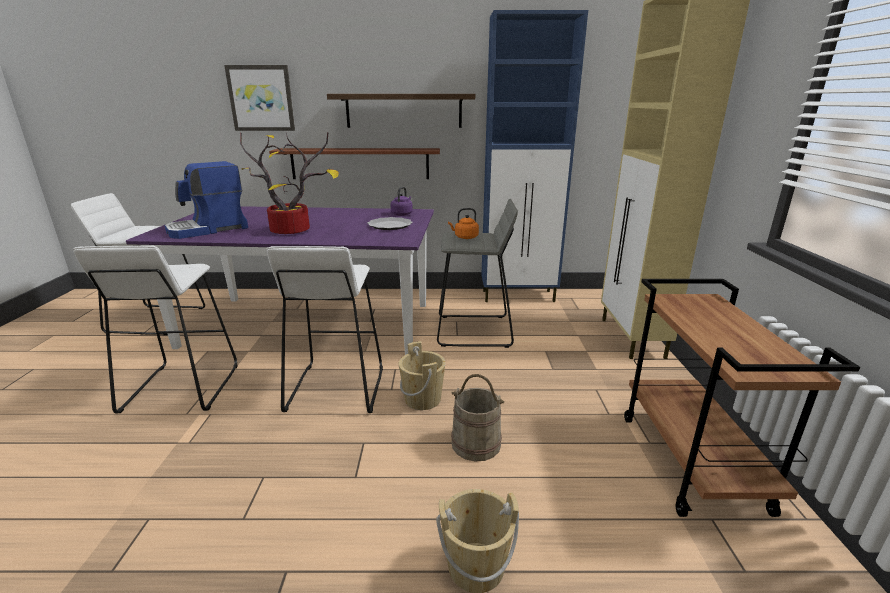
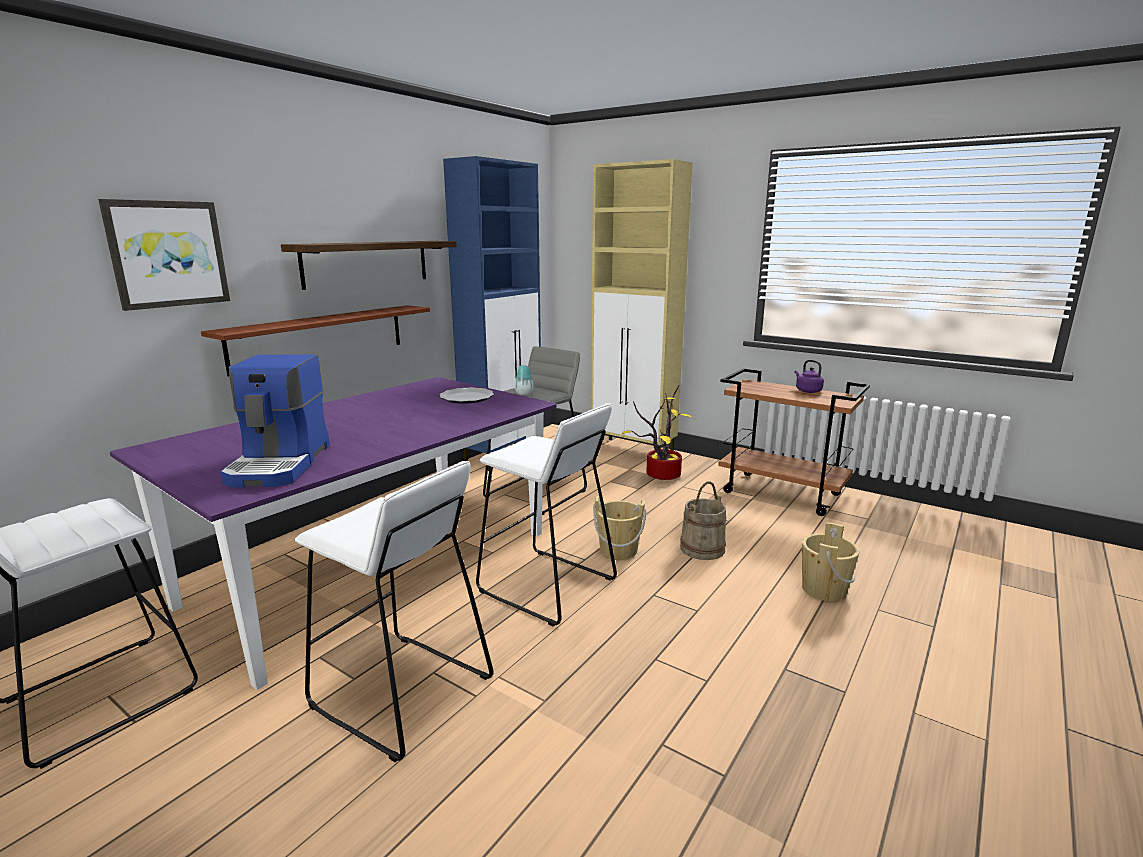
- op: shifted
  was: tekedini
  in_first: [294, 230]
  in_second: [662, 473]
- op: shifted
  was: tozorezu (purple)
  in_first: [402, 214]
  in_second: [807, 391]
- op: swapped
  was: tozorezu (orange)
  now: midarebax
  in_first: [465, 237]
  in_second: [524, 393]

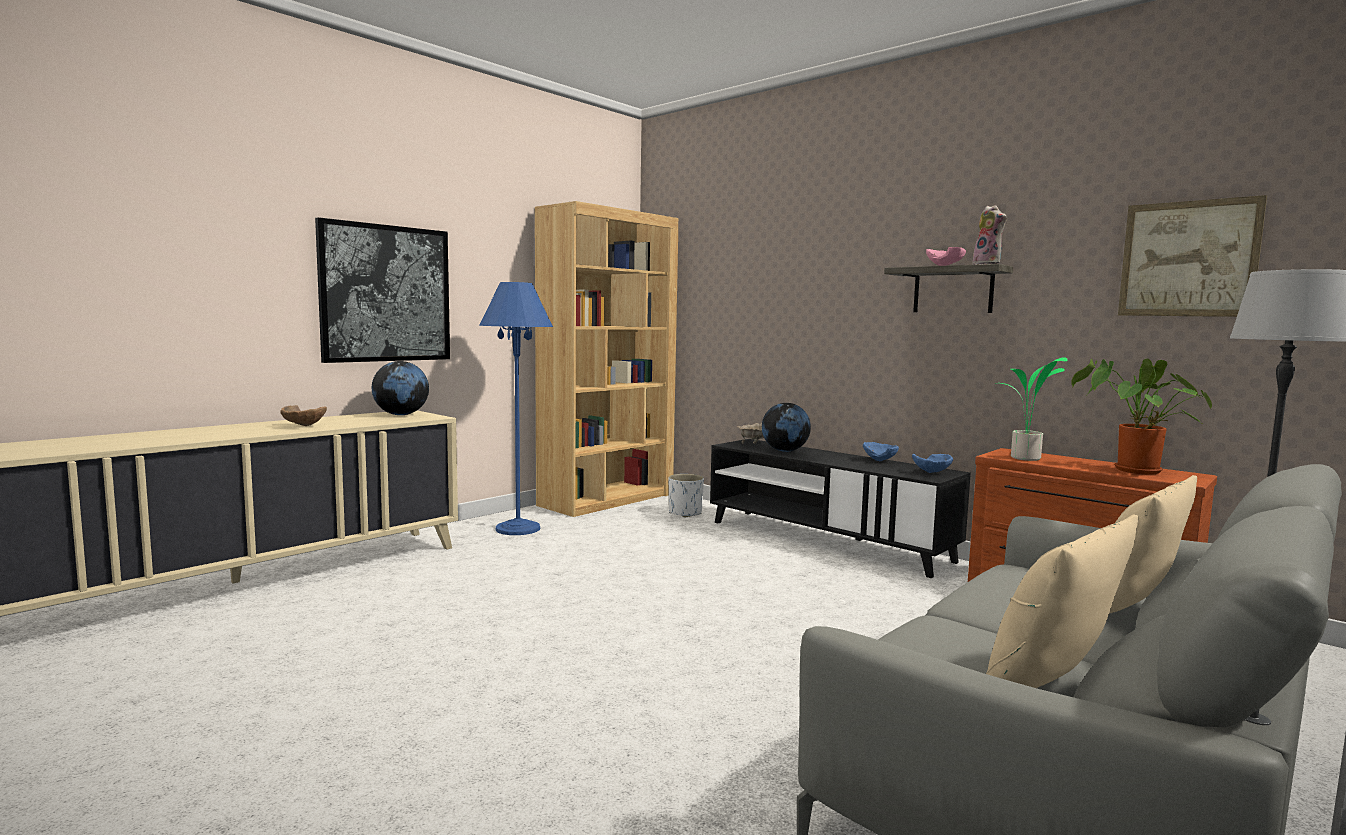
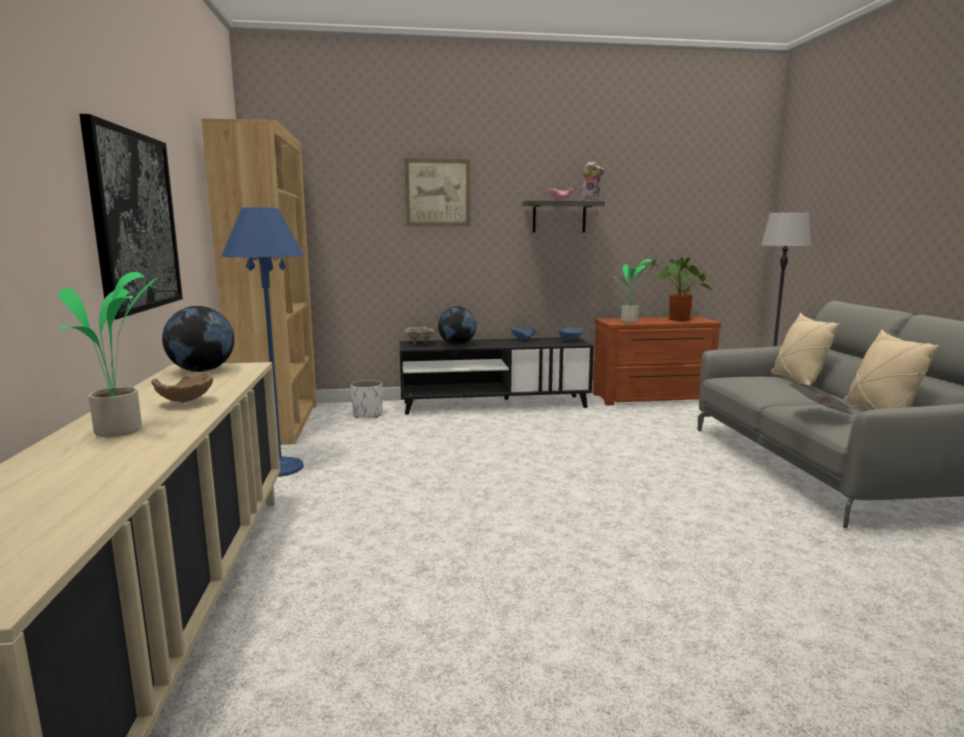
- op: shifted
  was: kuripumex
  in_first: [1188, 259]
  in_second: [437, 192]
- op: new
  now: tekedini
  in_second: [122, 431]
- op: new
  now: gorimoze
  in_second: [821, 415]

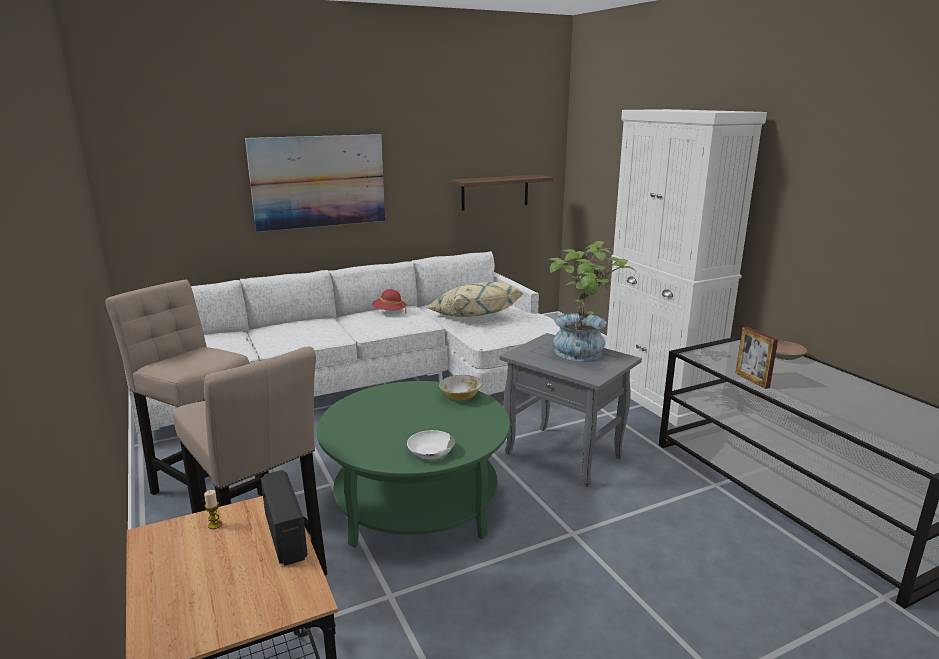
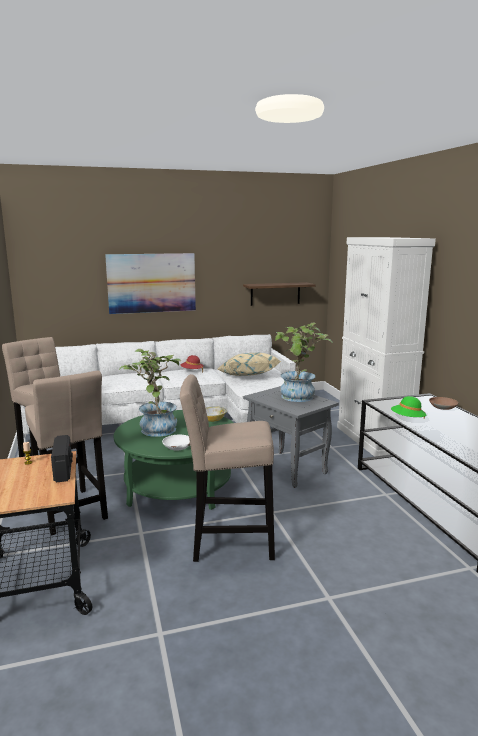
- op: swapped
  was: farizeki
  now: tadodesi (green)
  in_first: [752, 380]
  in_second: [407, 419]
- op: new
  now: tekedini
  in_second: [155, 428]
- op: new
  now: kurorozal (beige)
  in_second: [228, 543]

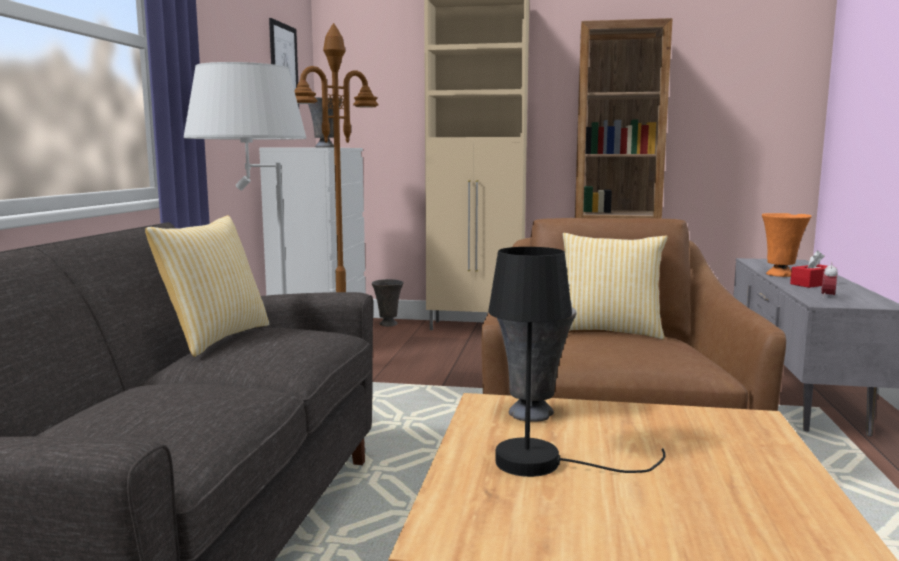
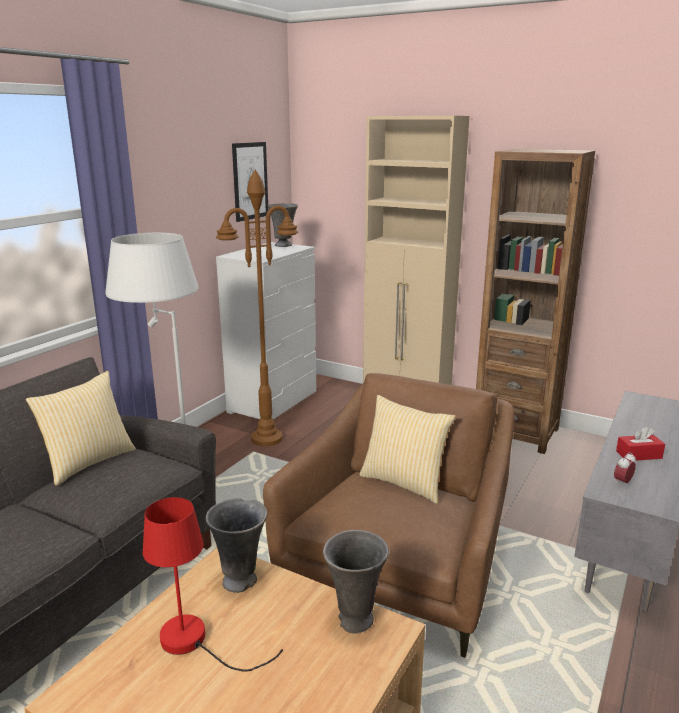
- op: gone
  was: midarebax (orange)
  in_first: [781, 275]
- op: repainted
  was: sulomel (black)
  now: sulomel (red)
  in_first: [547, 463]
  in_second: [195, 642]
- op: shifted
  was: midarebax (grey)
  in_first: [388, 325]
  in_second: [354, 621]

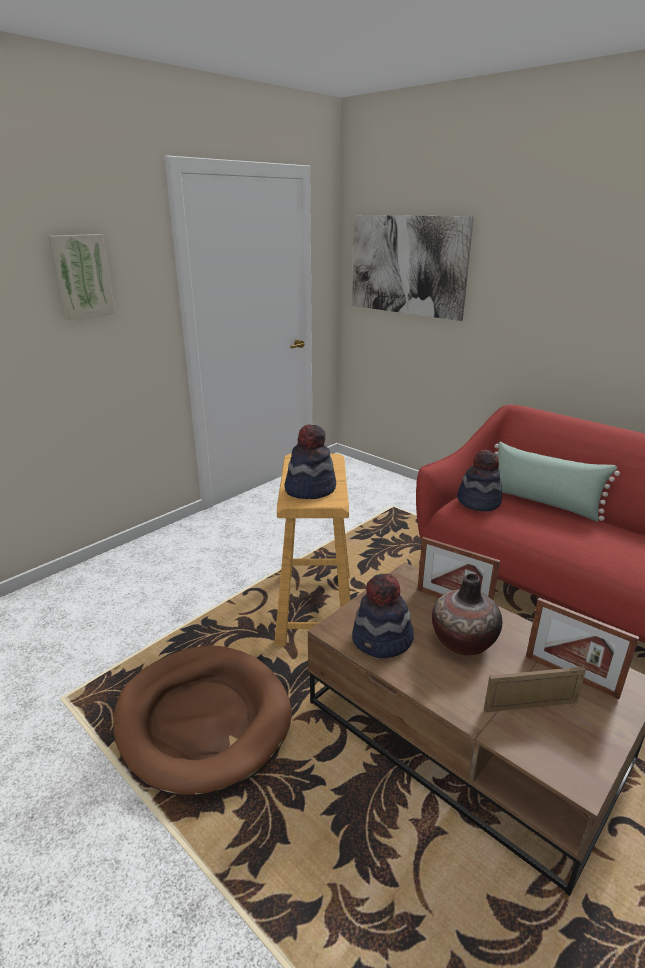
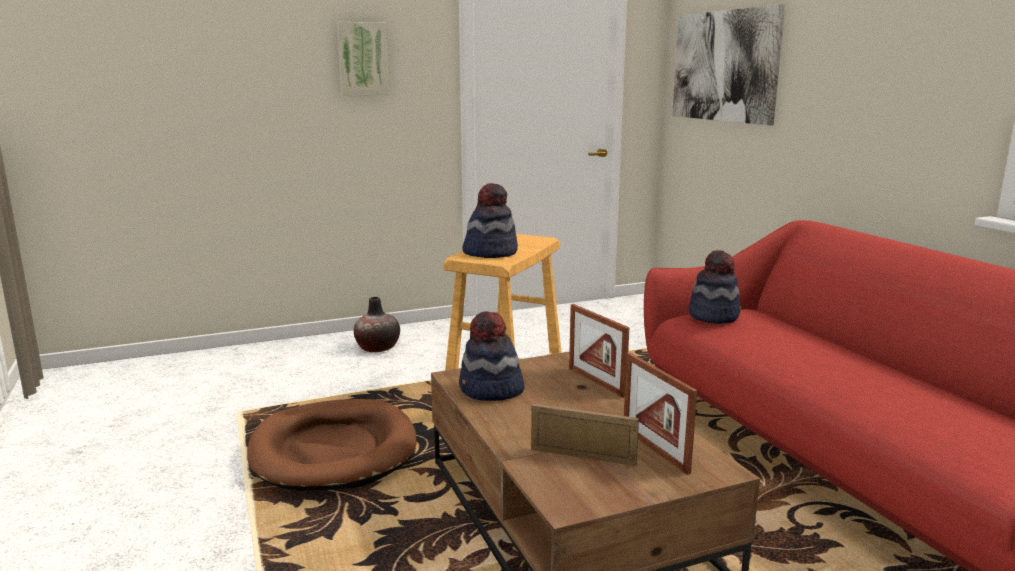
- op: gone
  was: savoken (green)
  in_first: [541, 502]
- op: shifted
  was: midarebax
  in_first: [463, 641]
  in_second: [377, 348]

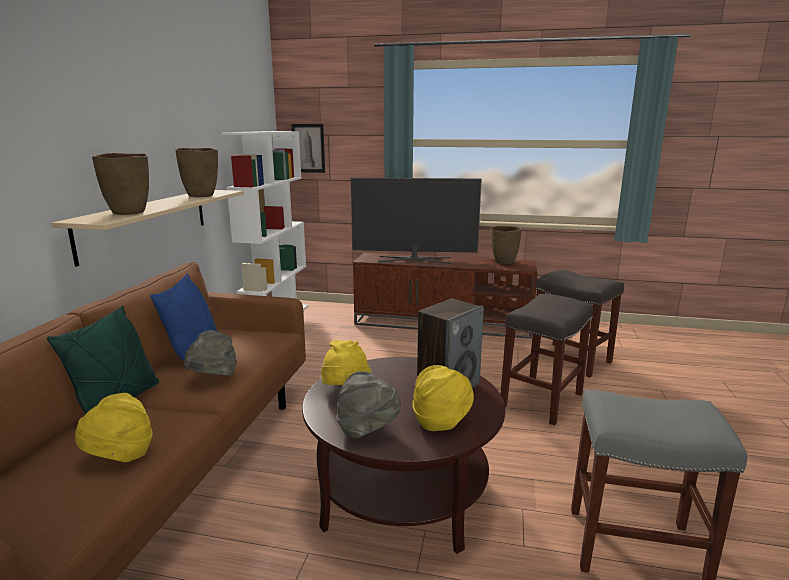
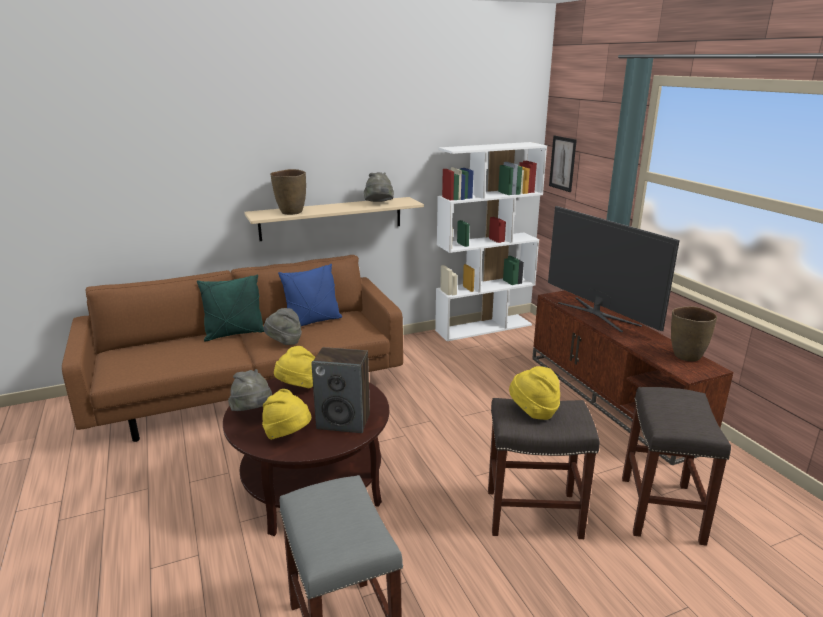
- op: swapped
  was: midarebax (brown)
  now: tadodesi (grey)
  in_first: [201, 195]
  in_second: [379, 204]
- op: shifted
  was: tadodesi (yellow)
  in_first: [120, 456]
  in_second: [533, 412]

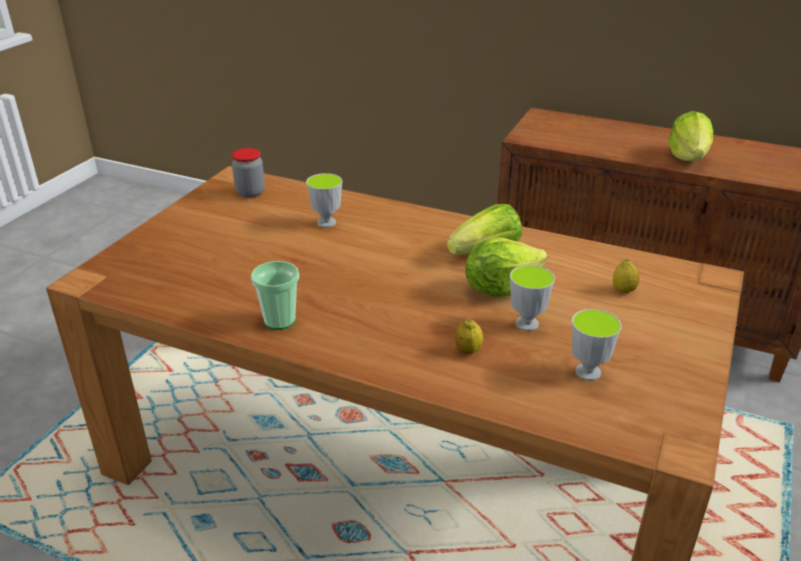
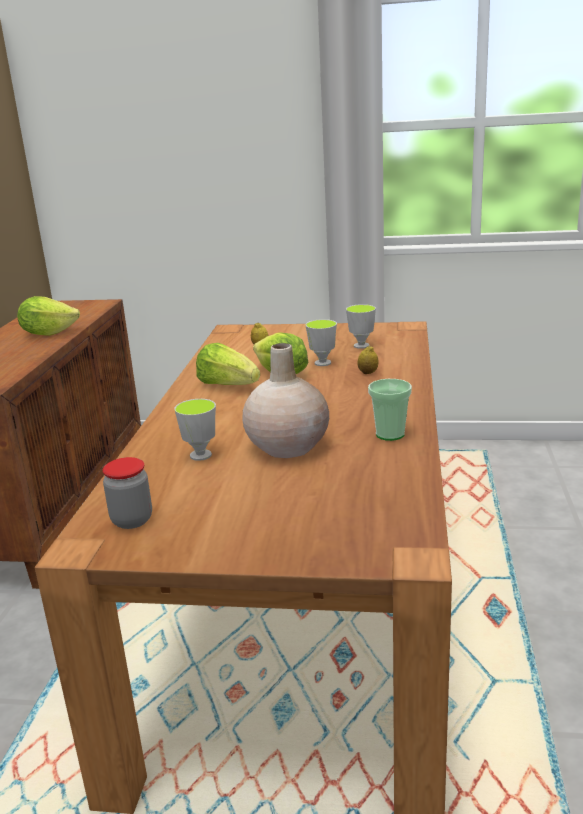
- op: new
  now: midarebax (beige)
  in_second: [287, 446]

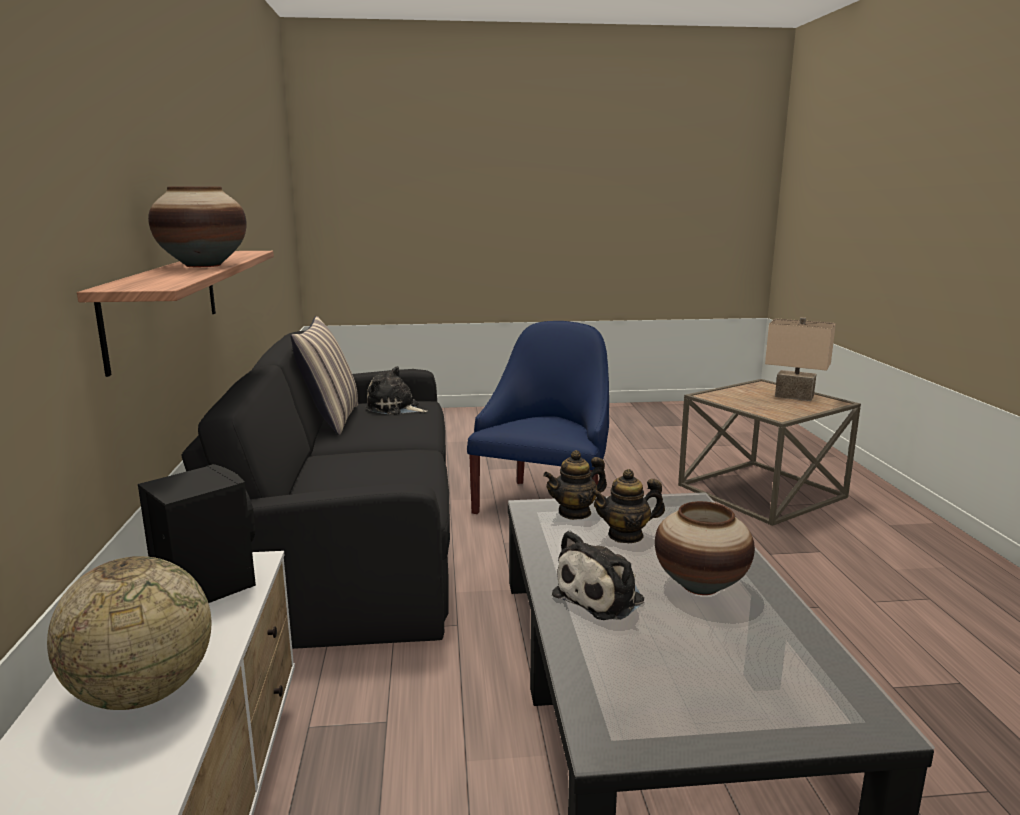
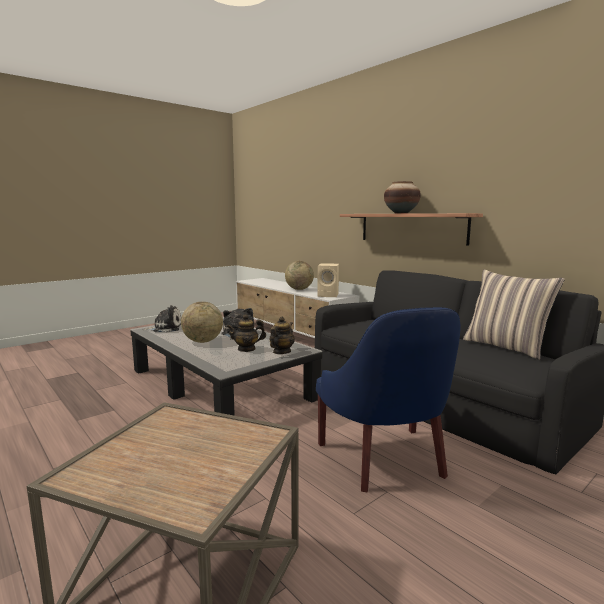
- op: gone
  was: sulomel (beige)
  in_first: [795, 396]
- op: shifted
  was: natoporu
  in_first: [395, 408]
  in_second: [165, 328]
- op: repainted
  was: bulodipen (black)
  now: bulodipen (beige)
  in_first: [204, 585]
  in_second: [329, 295]
- op: rotated
  was: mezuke
  in_first: [626, 535]
  in_second: [246, 349]
  clockwise: -150
- op: swapped
  was: midarebax
  now: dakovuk
  in_first: [700, 586]
  in_second: [203, 341]

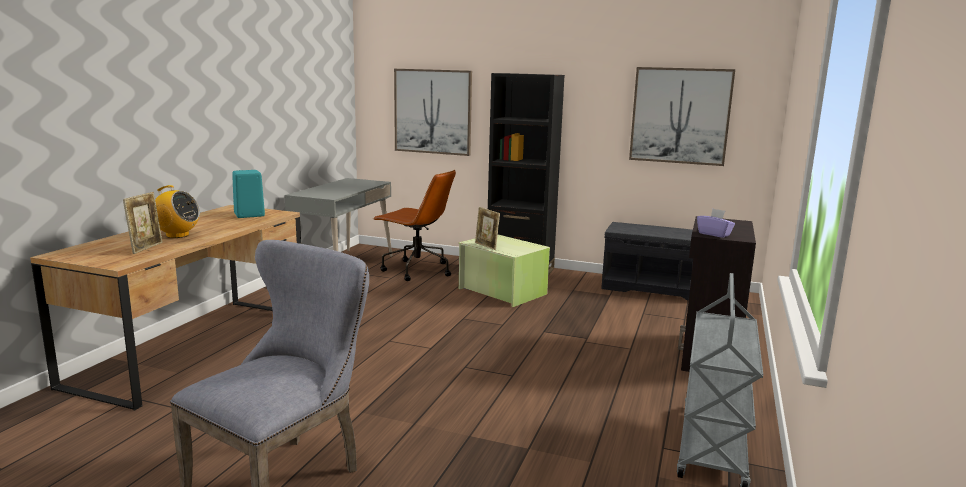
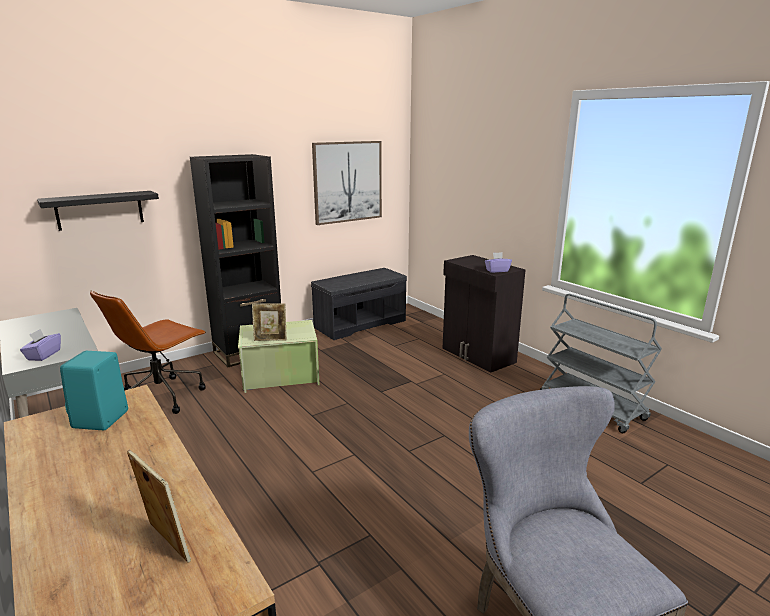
- op: swapped
  was: kuripumex
  now: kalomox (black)
  in_first: [433, 111]
  in_second: [99, 210]
- op: rotated
  was: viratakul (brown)
  in_first: [416, 270]
  in_second: [162, 396]
  clockwise: 150
- op: gone
  was: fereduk
  in_first: [177, 235]
- op: new
  now: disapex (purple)
  in_second: [43, 355]

